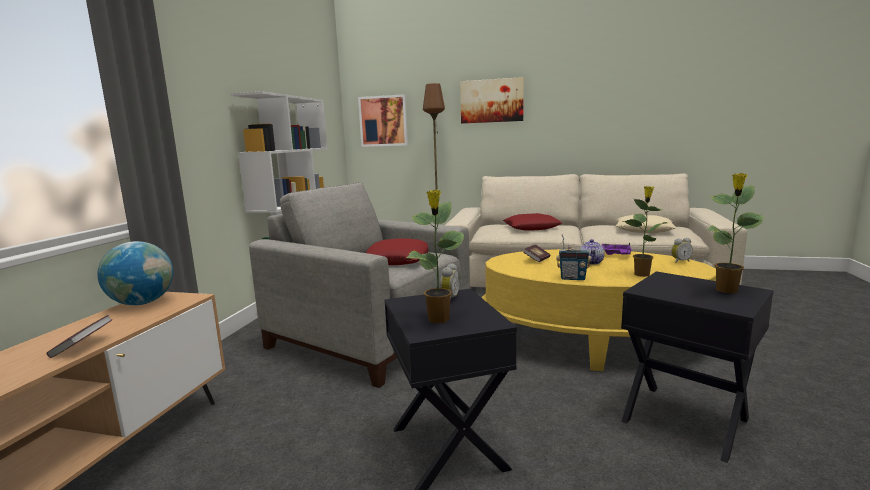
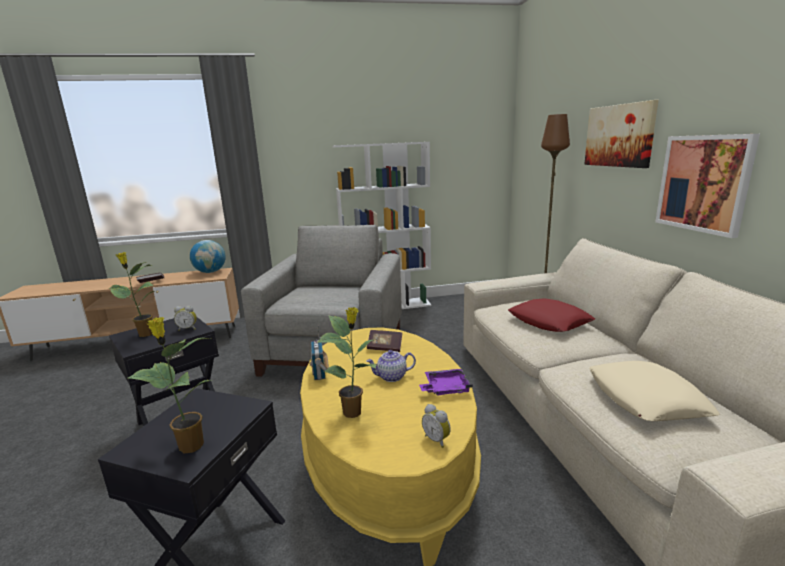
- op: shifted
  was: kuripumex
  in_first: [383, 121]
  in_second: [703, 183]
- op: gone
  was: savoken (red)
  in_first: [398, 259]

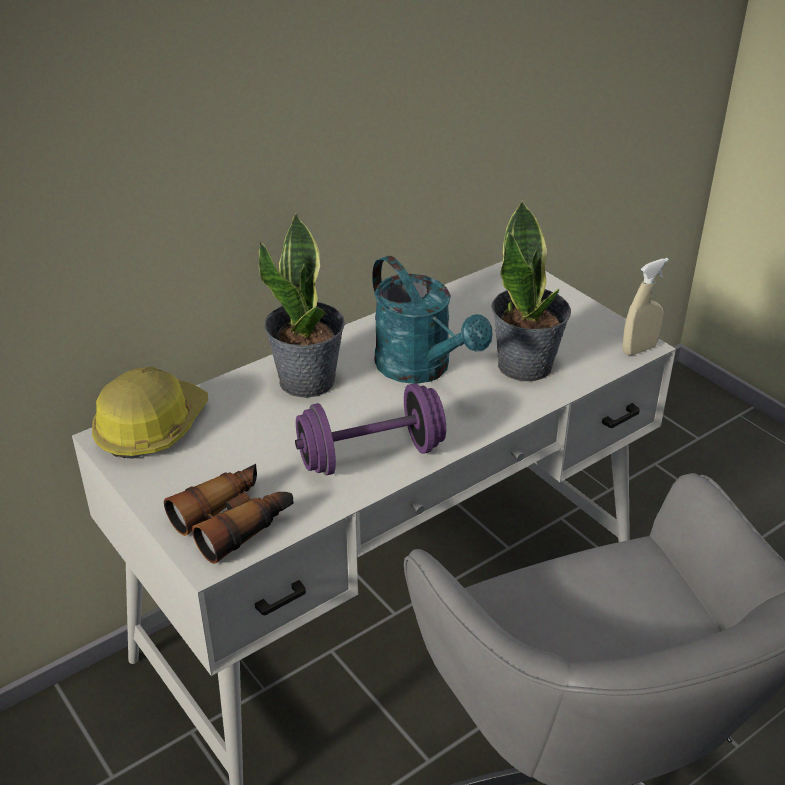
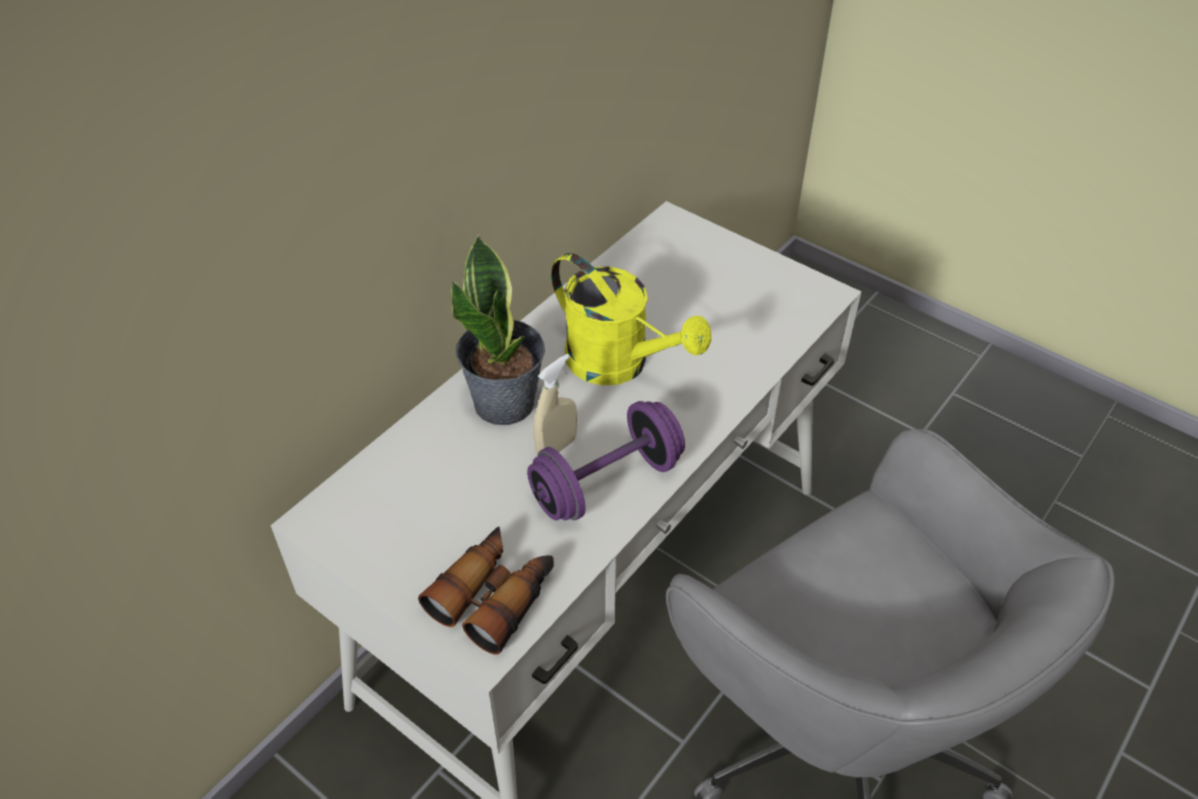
- op: gone
  was: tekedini
  in_first: [526, 365]
- op: repainted
  was: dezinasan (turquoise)
  now: dezinasan (yellow)
  in_first: [422, 369]
  in_second: [619, 364]
- op: shifted
  was: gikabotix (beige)
  in_first: [639, 349]
  in_second: [556, 447]
- op: gone
  was: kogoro
  in_first: [151, 427]

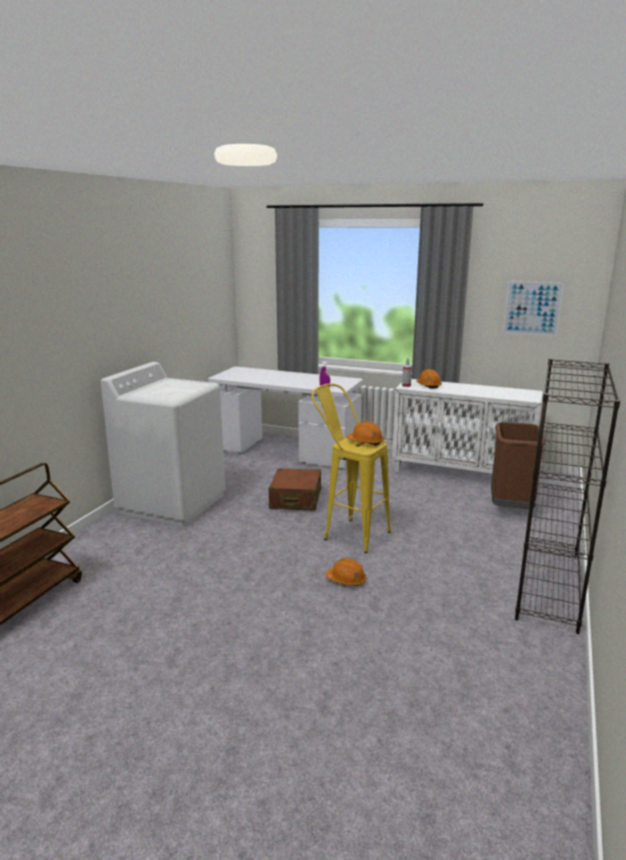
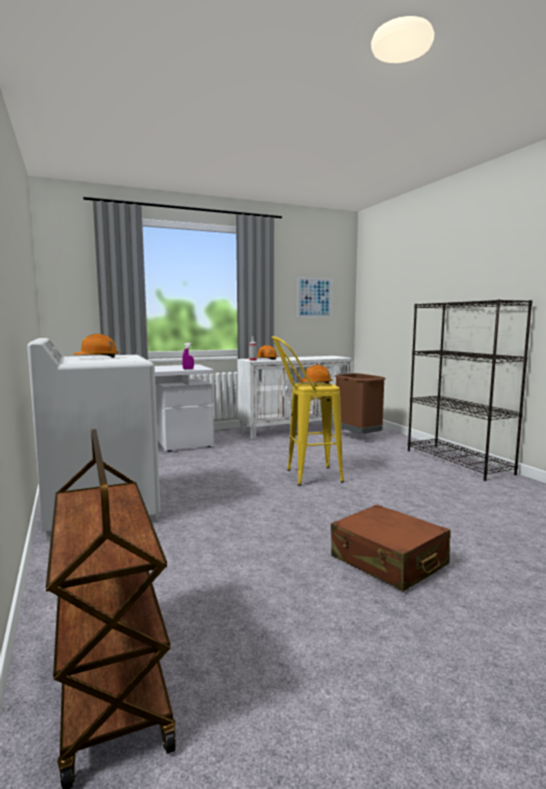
- op: shifted
  was: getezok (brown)
  in_first: [295, 499]
  in_second: [388, 561]
- op: shifted
  was: kogoro (orange)
  in_first: [346, 580]
  in_second: [97, 358]

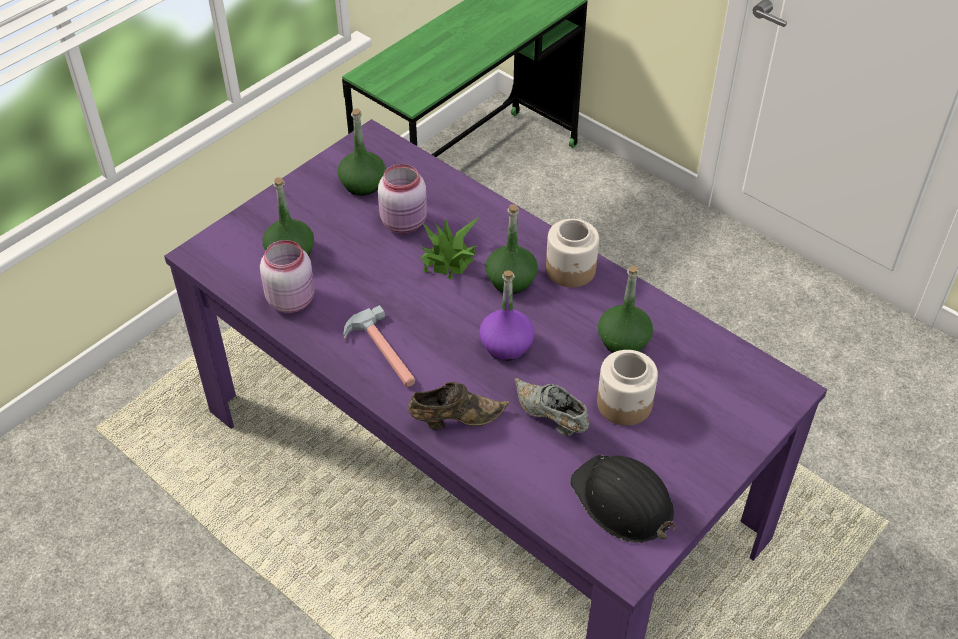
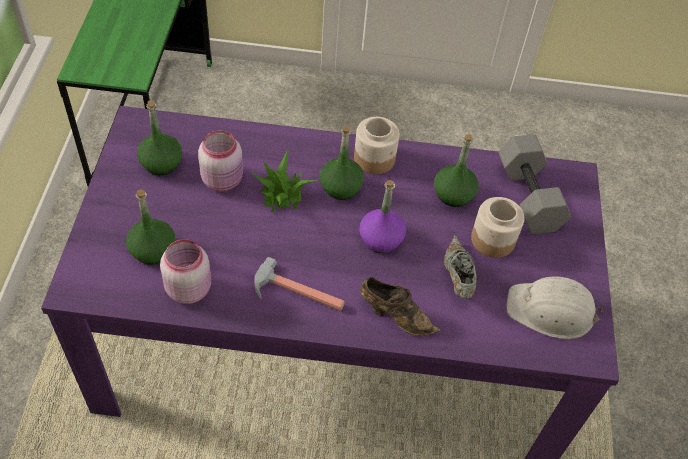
- op: rotated
  was: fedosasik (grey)
  in_first: [551, 418]
  in_second: [457, 277]
  clockwise: 75
- op: rotated
  was: fedosasik (brown)
  in_first: [455, 419]
  in_second: [395, 315]
  clockwise: 75
- op: repainted
  was: kogoro (black)
  now: kogoro (white)
  in_first: [622, 502]
  in_second: [551, 311]
- op: new
  now: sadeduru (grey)
  in_second: [530, 197]

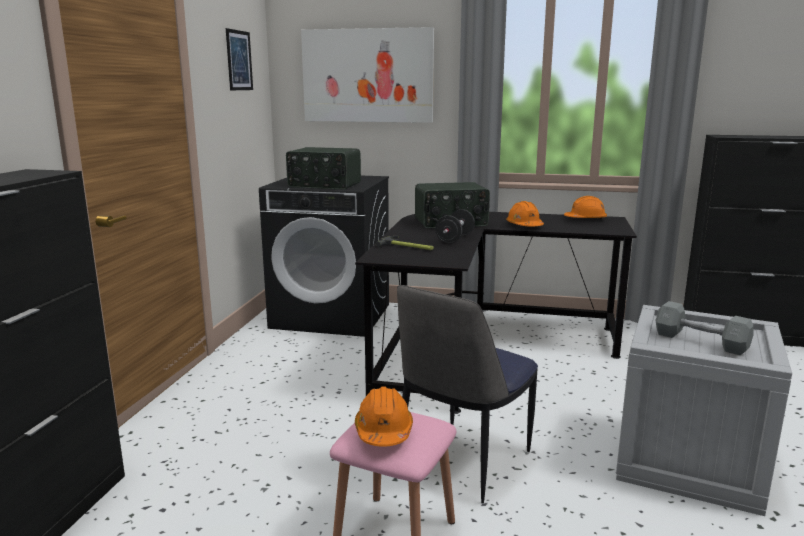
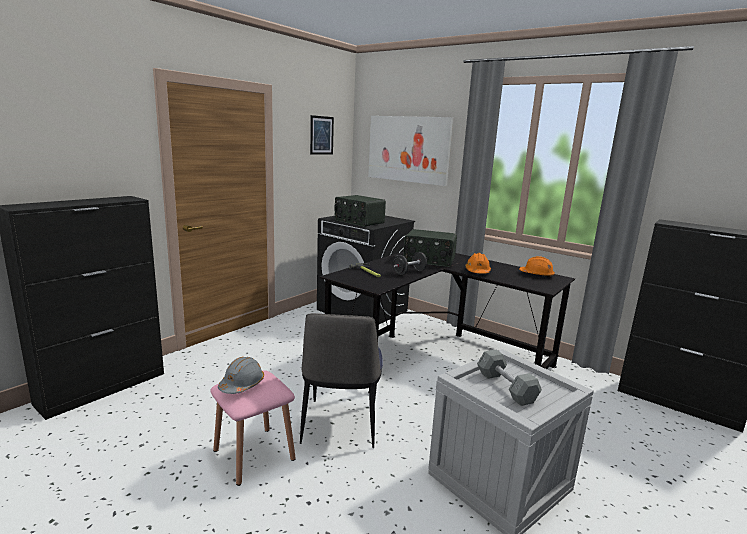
- op: rotated
  was: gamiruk
  in_first: [461, 461]
  in_second: [340, 425]
  clockwise: -60
- op: repainted
  was: kogoro (orange)
  now: kogoro (grey)
  in_first: [383, 431]
  in_second: [242, 384]

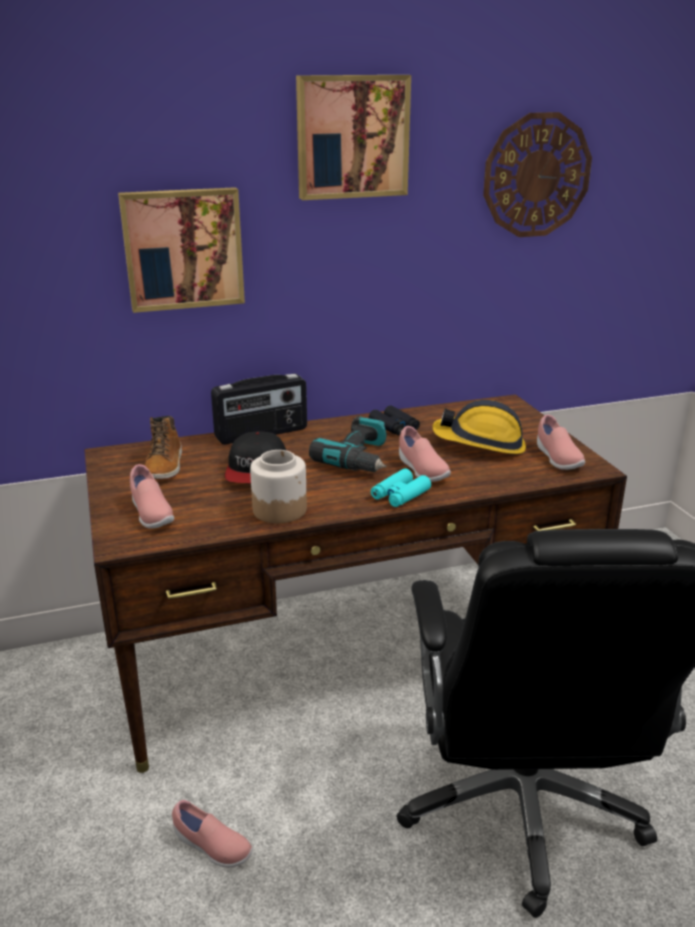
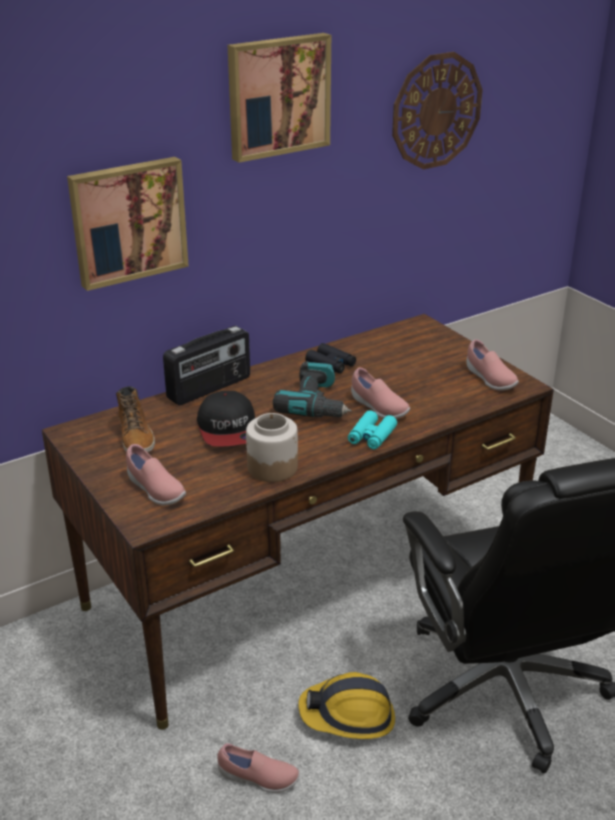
- op: shifted
  was: kogoro
  in_first: [480, 444]
  in_second: [348, 716]

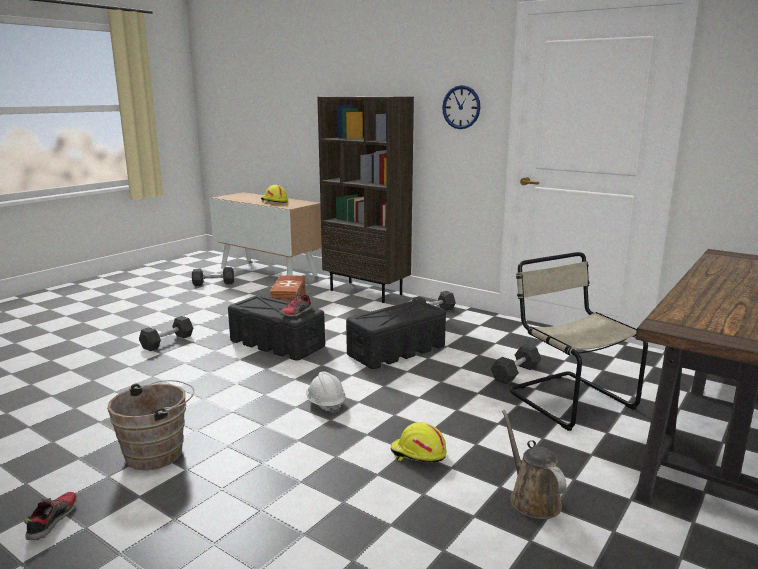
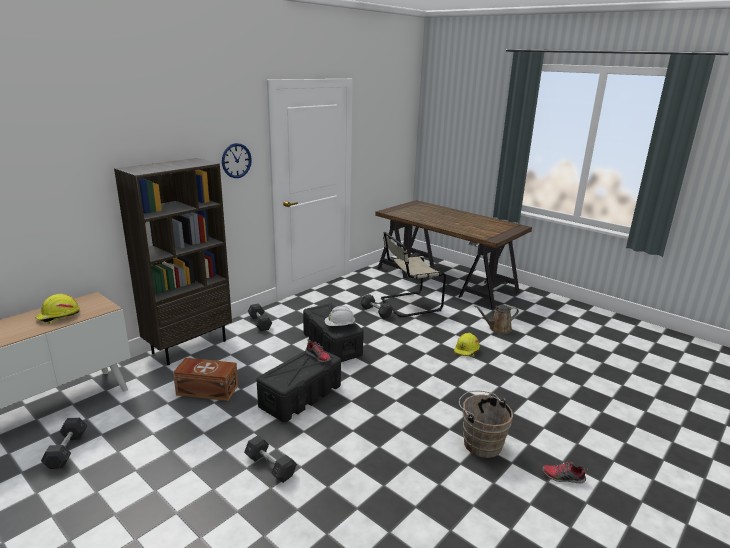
- op: shifted
  was: kogoro (white)
  in_first: [325, 404]
  in_second: [339, 326]

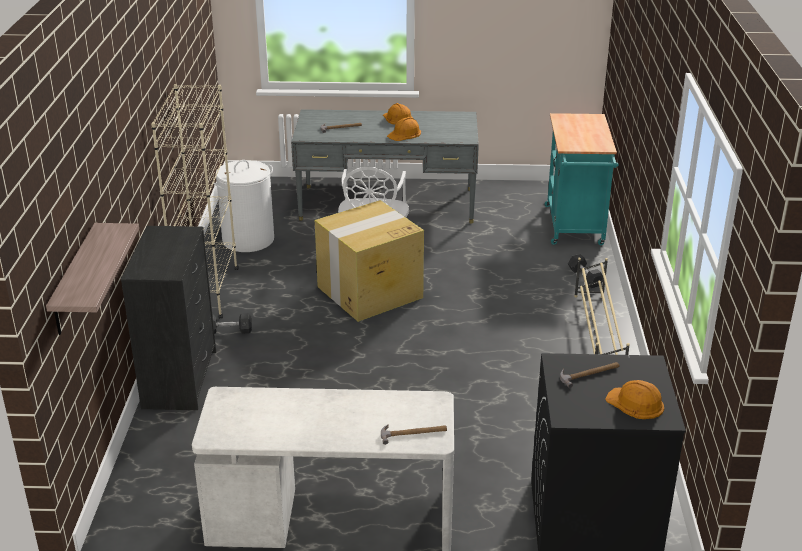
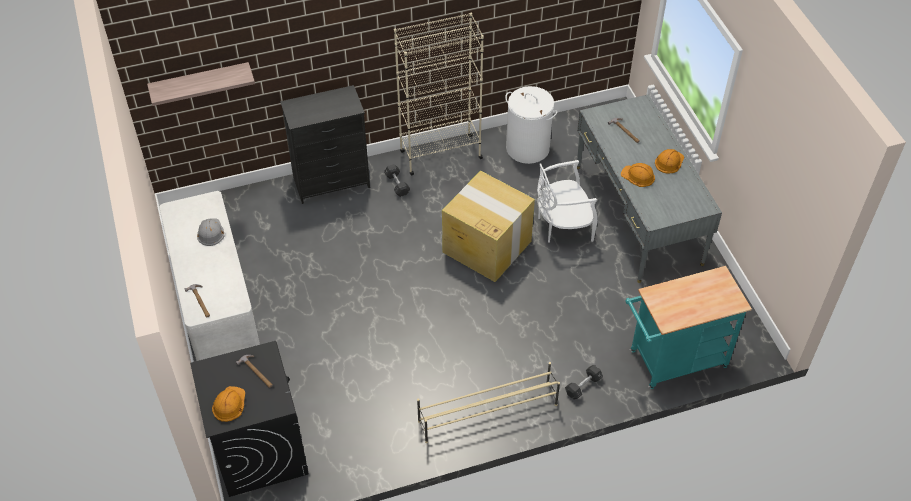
- op: new
  now: kogoro (grey)
  in_second: [210, 232]

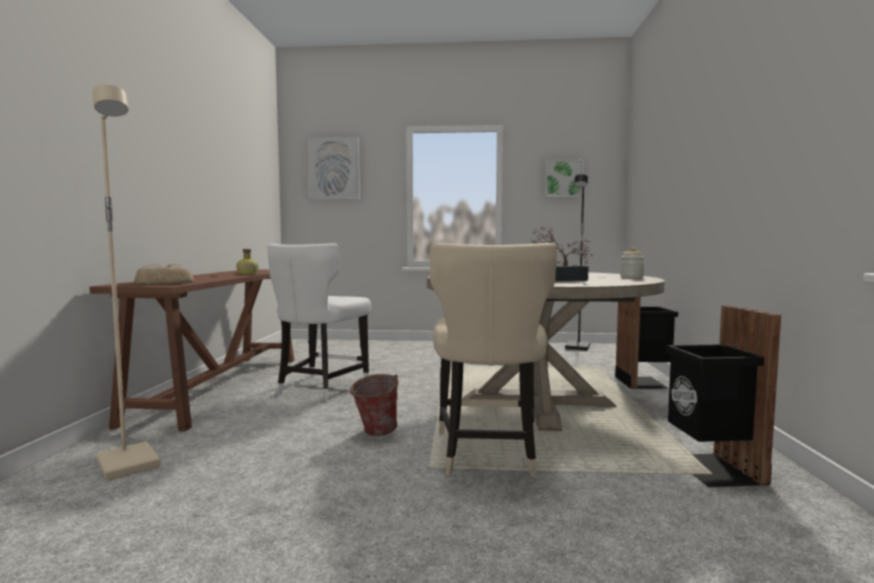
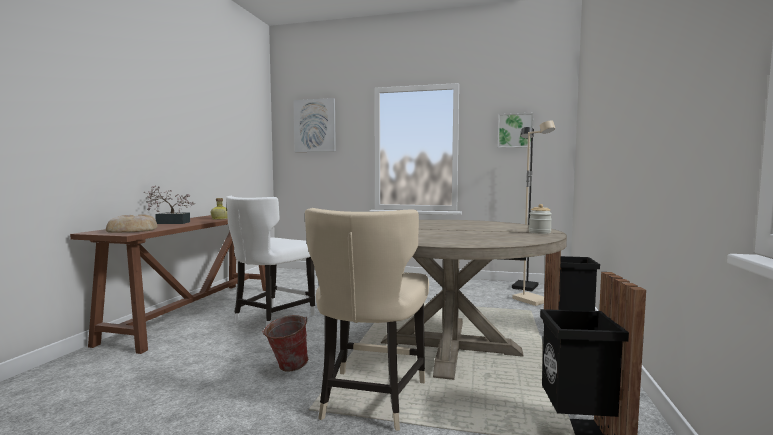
- op: shifted
  was: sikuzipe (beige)
  in_first: [130, 464]
  in_second: [532, 300]
- op: shifted
  was: tekedini
  in_first: [559, 280]
  in_second: [169, 223]

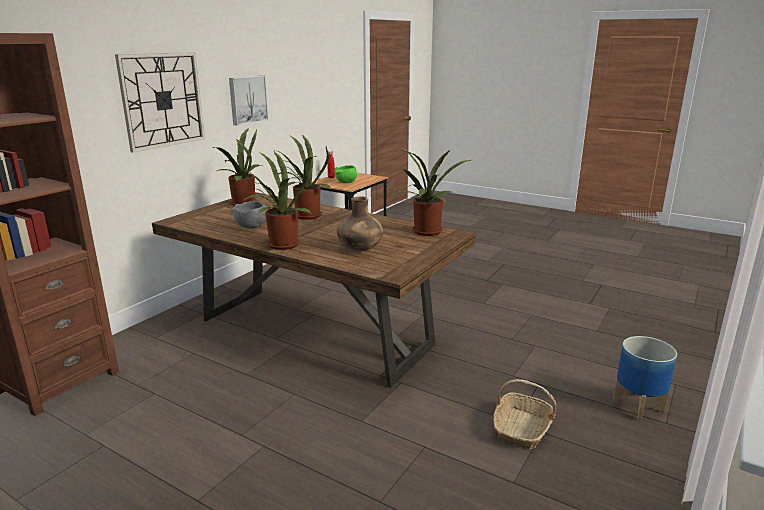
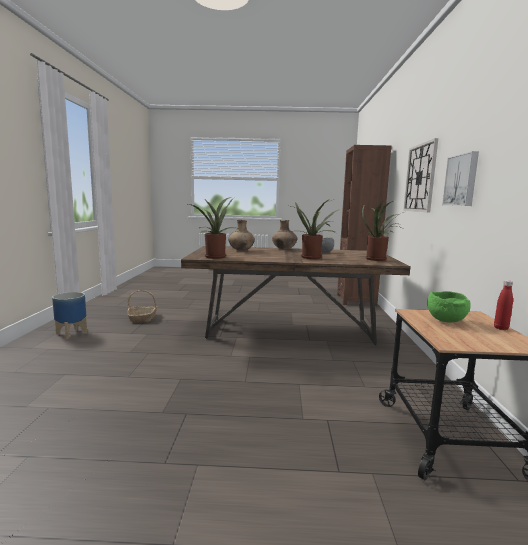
- op: swapped
  was: tekedini
  now: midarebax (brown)
  in_first: [280, 245]
  in_second: [284, 249]

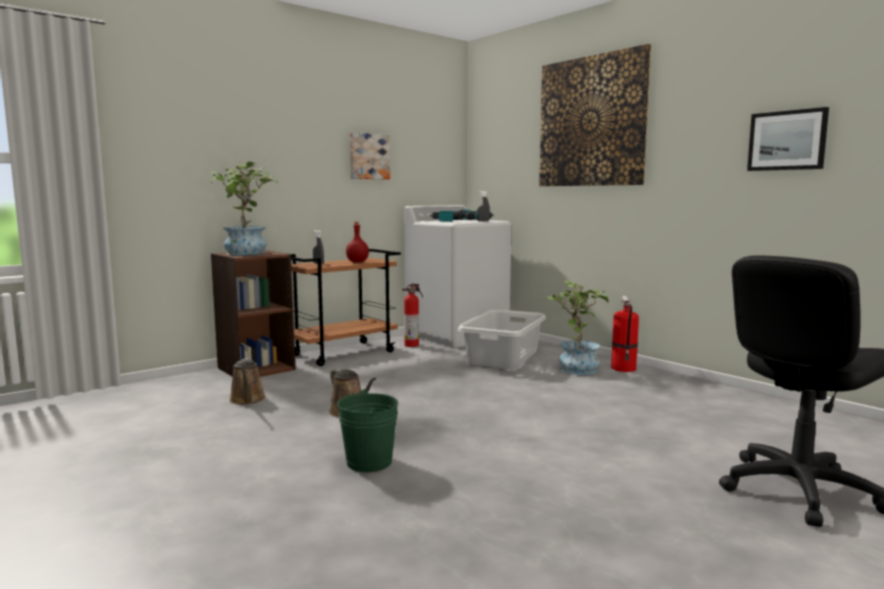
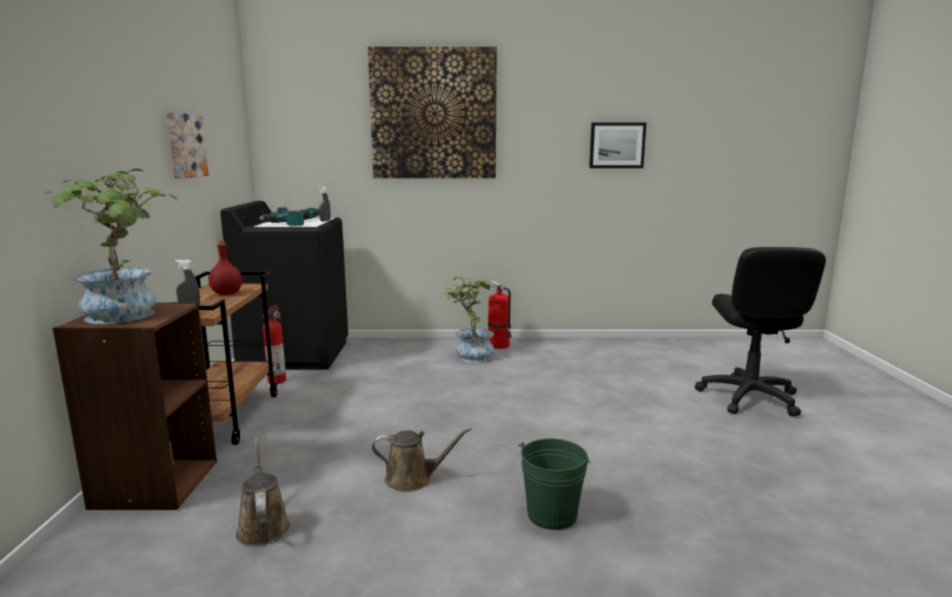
- op: repainted
  was: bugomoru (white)
  now: bugomoru (black)
  in_first: [457, 335]
  in_second: [296, 354]
- op: gone
  was: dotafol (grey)
  in_first: [504, 357]
- op: rotated
  was: dezinasan (brown)
  in_first: [247, 400]
  in_second: [263, 526]
  clockwise: -135

